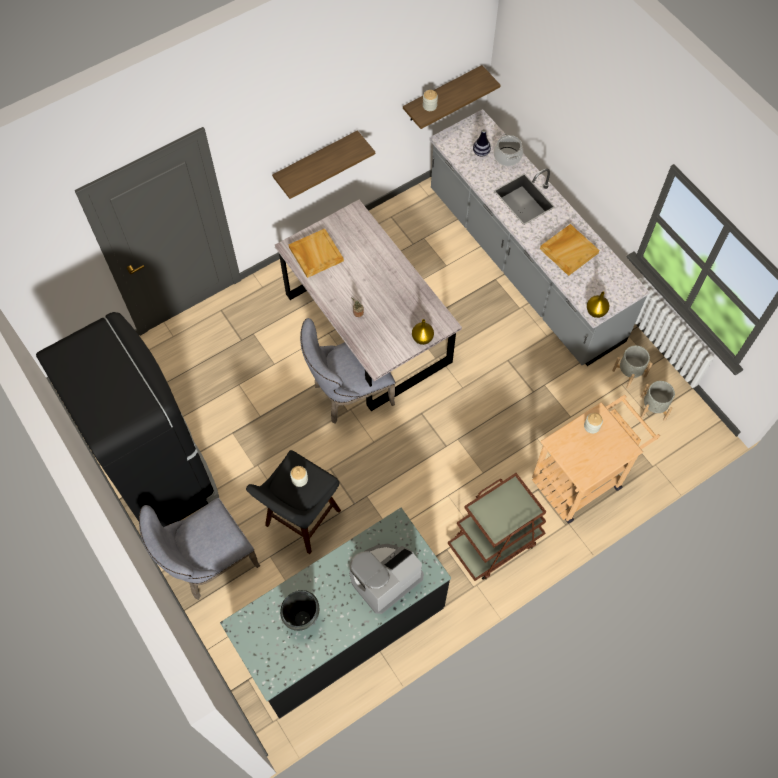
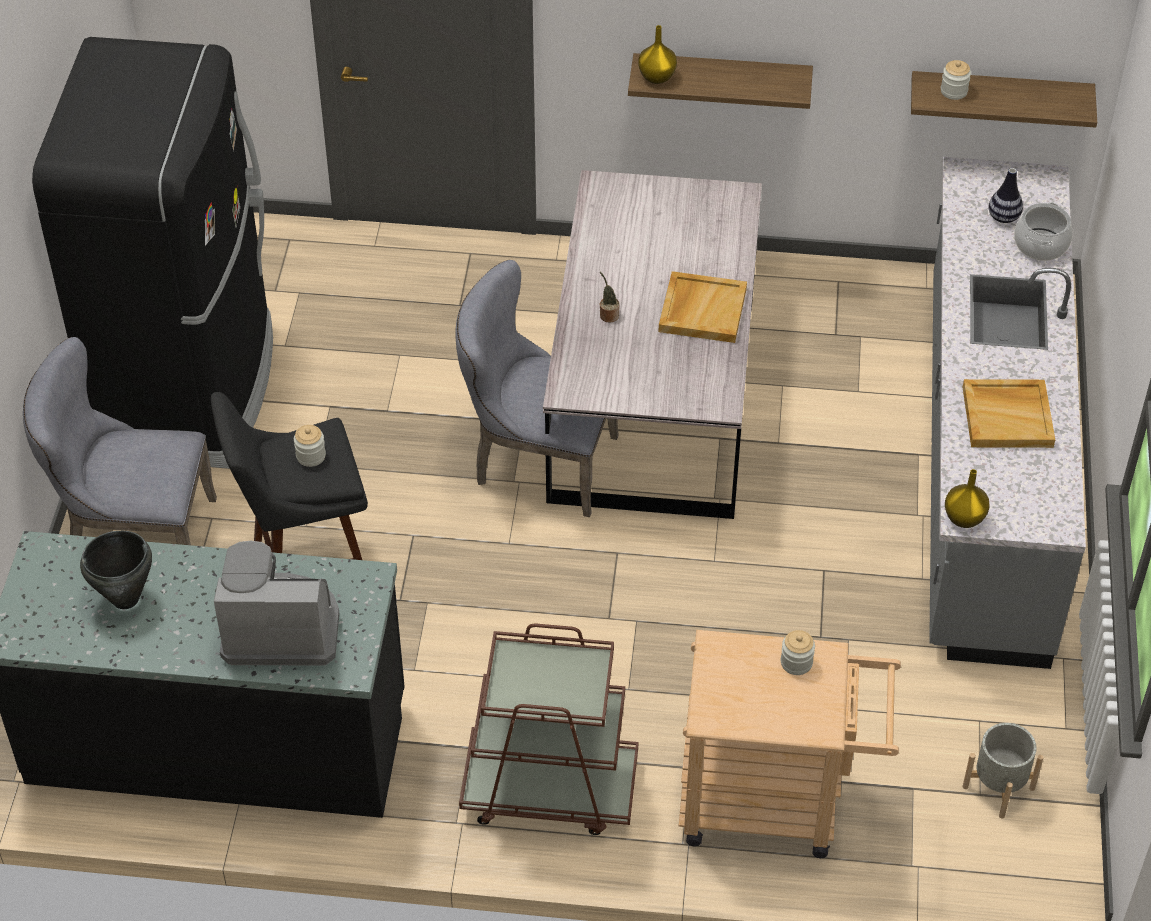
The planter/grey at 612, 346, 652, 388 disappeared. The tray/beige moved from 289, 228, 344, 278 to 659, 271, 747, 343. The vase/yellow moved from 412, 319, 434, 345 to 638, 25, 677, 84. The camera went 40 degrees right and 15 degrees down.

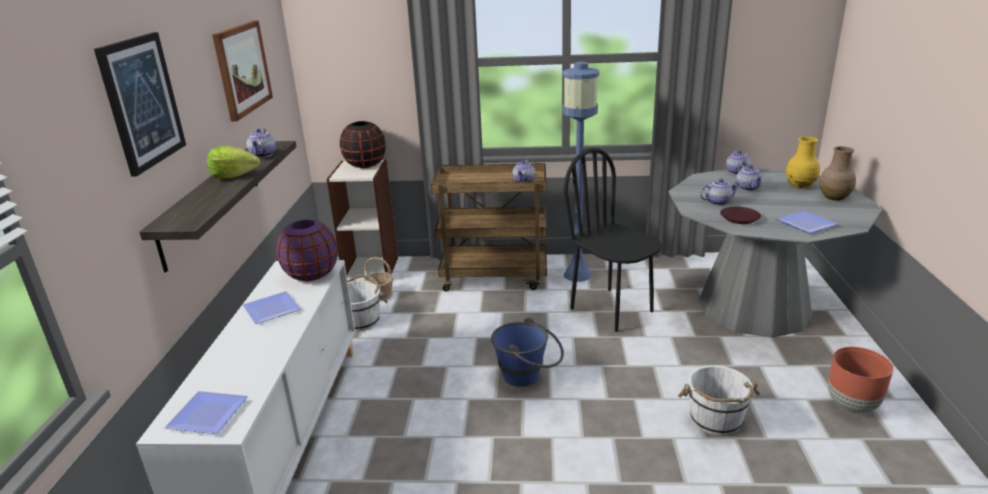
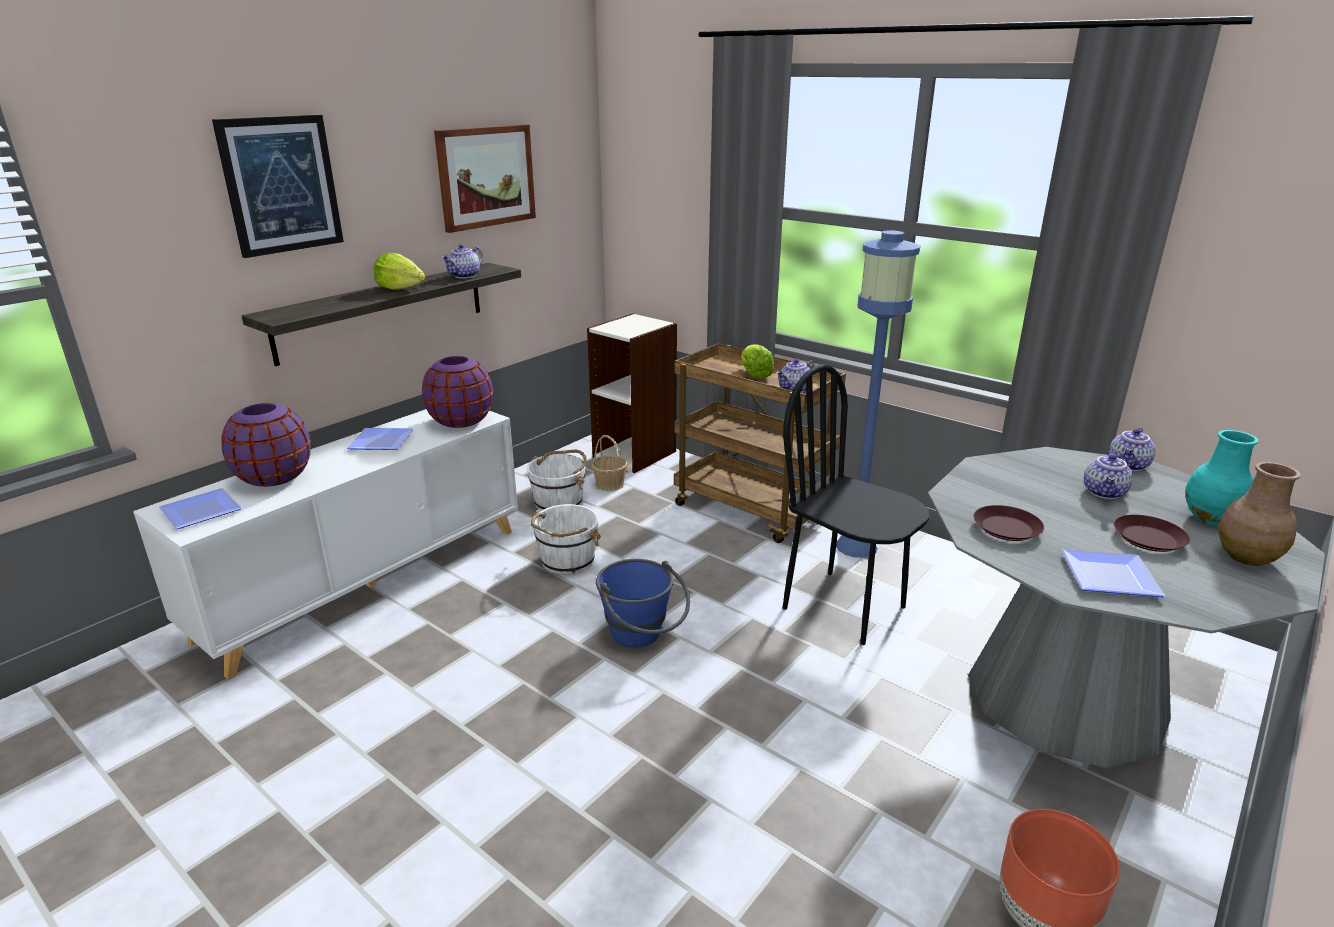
The vase/black at 340, 121, 386, 168 disappeared. The teapot at 700, 178, 739, 205 disappeared. The vase/purple at 221, 403, 311, 487 appeared. The lettuce at 742, 344, 774, 379 appeared. The plate/brown at 1114, 515, 1190, 552 appeared. The bucket/white moved from 678, 365, 760, 436 to 531, 504, 601, 575. The vase/yellow at 786, 137, 820, 189 became the vase/turquoise at 1185, 430, 1259, 526. The chair/black at 564, 148, 662, 332 turned 45 degrees counterclockwise. The camera went 35 degrees right and 0 degrees up.

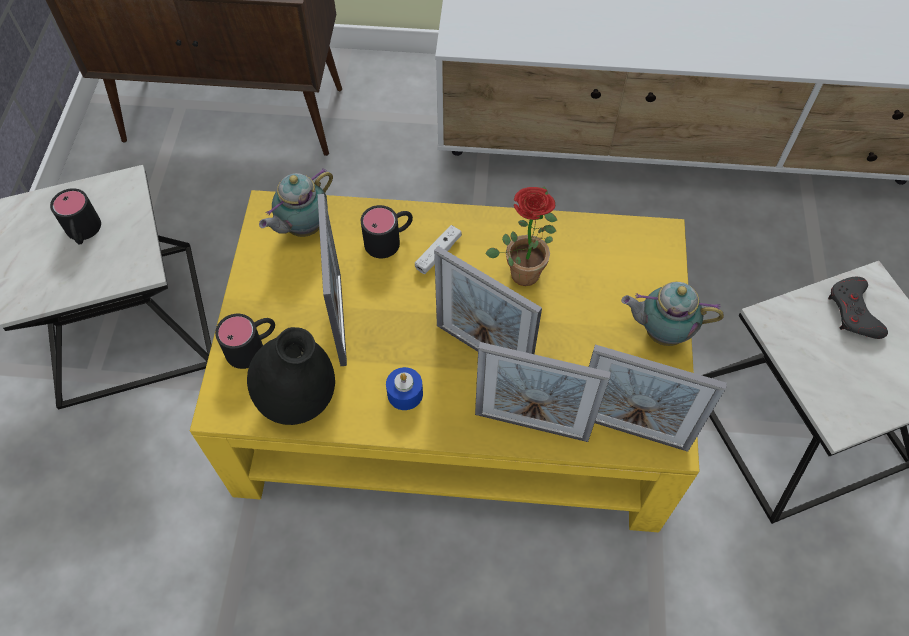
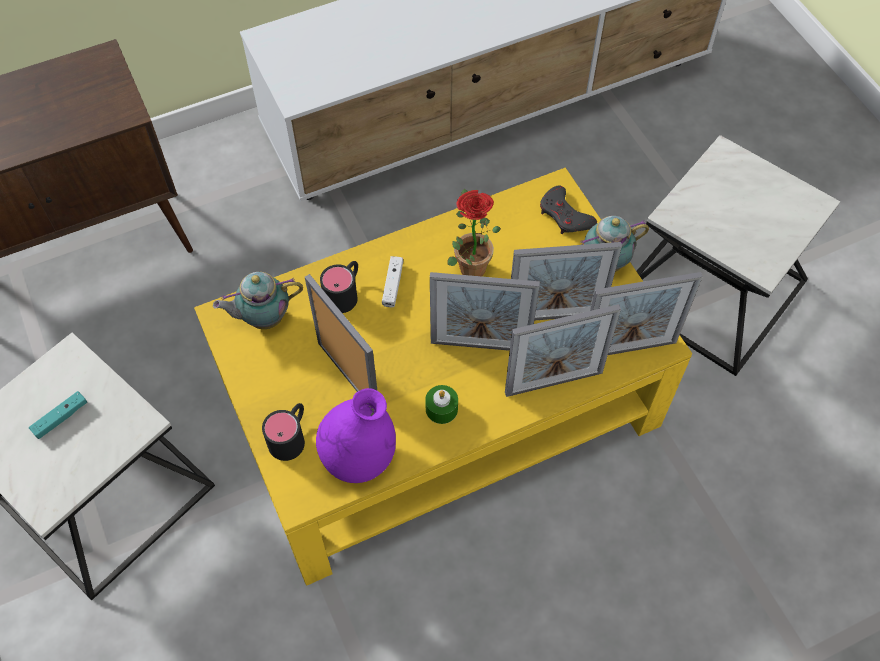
The picture frame at 511, 242, 622, 321 appeared. The game controller/grey moved from 828, 276, 888, 339 to 540, 186, 597, 234. The mug/black at 50, 188, 101, 244 was replaced by the game controller/turquoise at 29, 391, 87, 439. The vase/black at 247, 327, 335, 425 became the vase/purple at 316, 388, 396, 483. The candle/blue at 386, 367, 423, 410 became the candle/green at 425, 385, 458, 424. The teapot at 259, 168, 333, 237 turned 60 degrees clockwise. The camera went 30 degrees left and 0 degrees up.

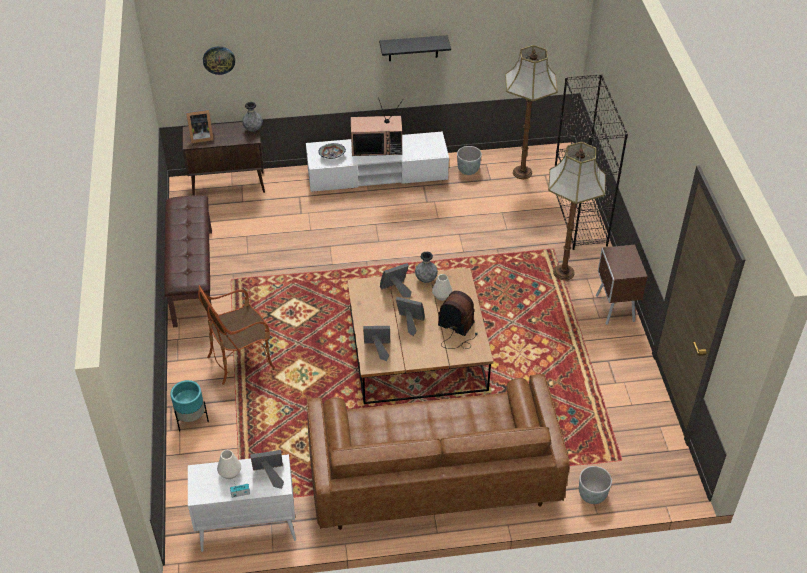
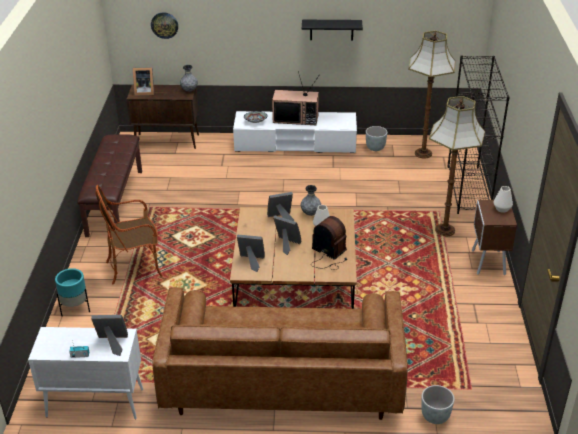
The vase/white moved from 217, 450, 241, 479 to 494, 186, 513, 213. The camera went 10 degrees right and 10 degrees down.

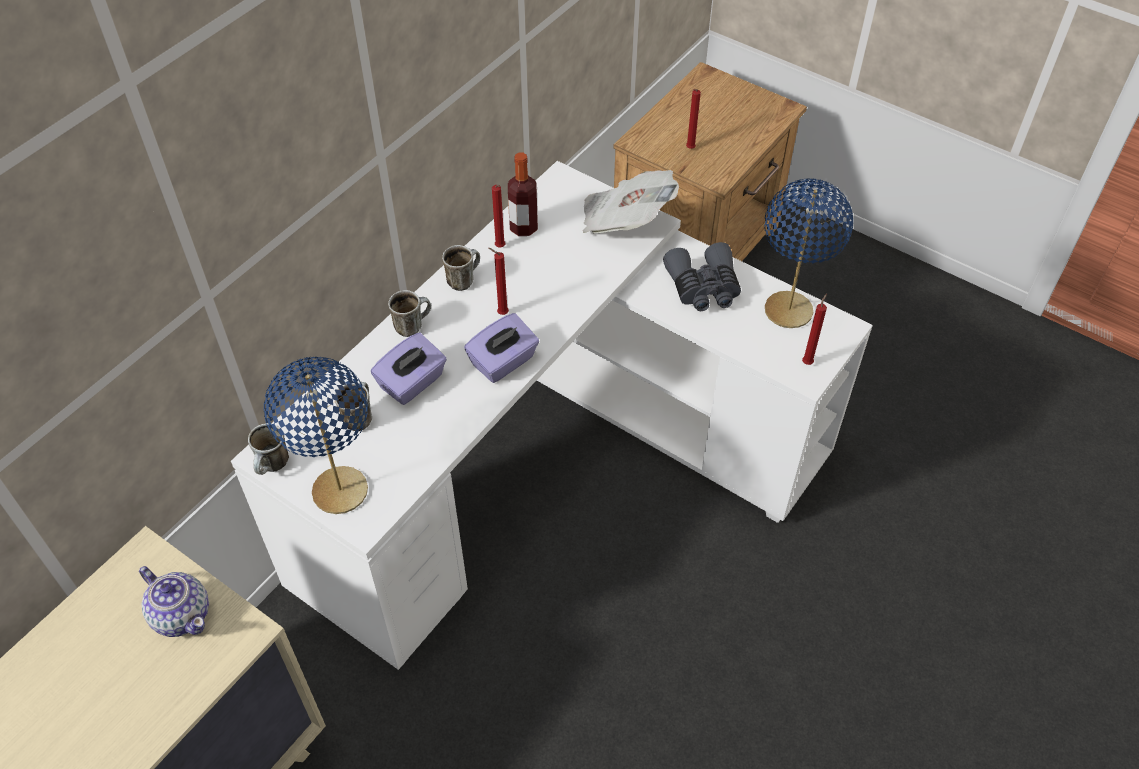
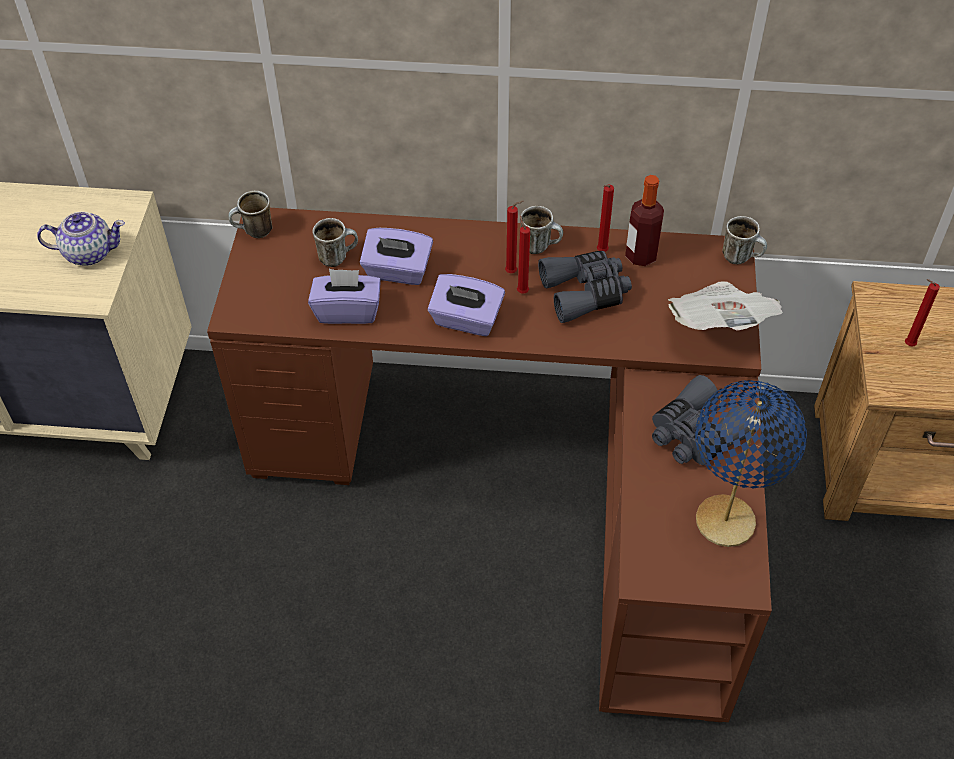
The table lamp/blue at 264, 357, 368, 514 disappeared. The tissue box/purple at 308, 269, 381, 324 appeared. The binoculars/grey at 538, 251, 632, 323 appeared. The mug moved from 388, 290, 431, 337 to 723, 216, 767, 264. The candle/red moved from 802, 293, 827, 365 to 505, 201, 523, 273. The desk/white at 231, 161, 873, 670 became the desk/brown at 207, 208, 772, 722. The teapot at 139, 566, 209, 637 turned 105 degrees counterclockwise. The camera went 60 degrees right and 0 degrees up.

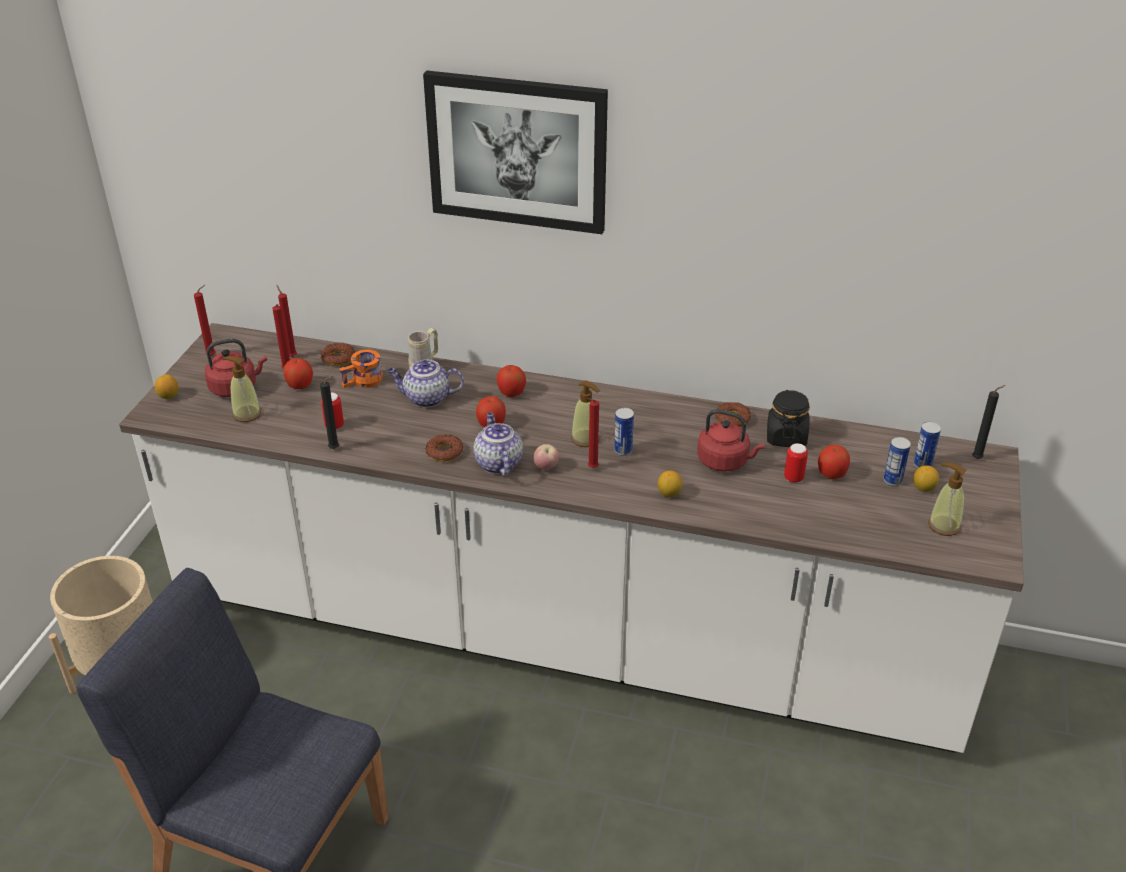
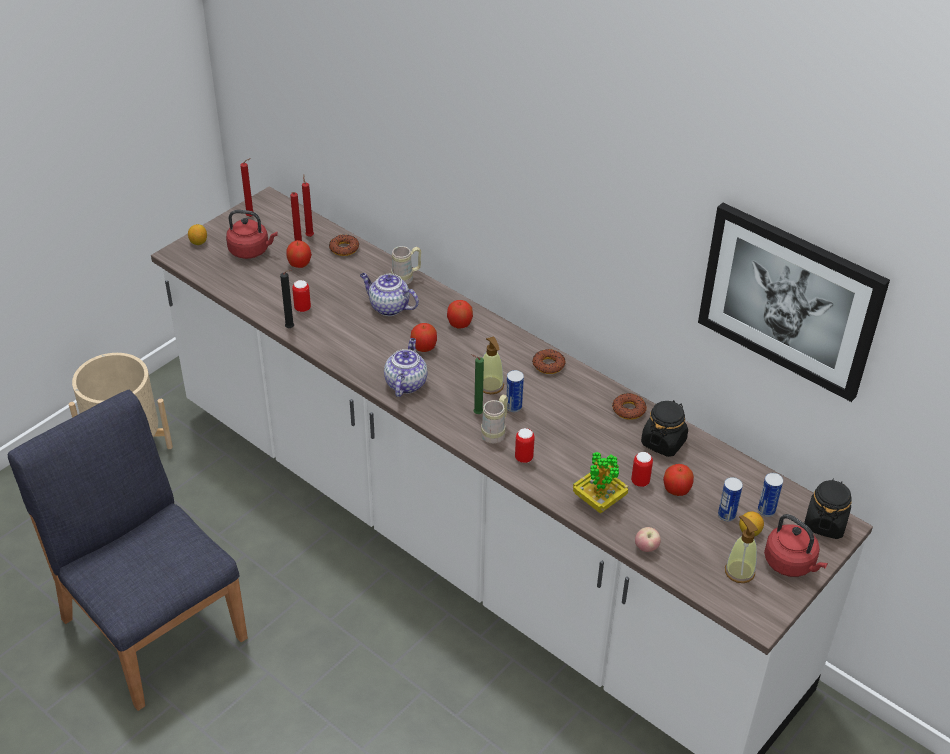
The soap dispenser at 222, 356, 261, 422 disappeared. The mug/orange at 339, 350, 383, 388 disappeared. The mug/beige at 481, 395, 508, 443 appeared. The potted plant at 573, 452, 628, 514 appeared. The picture moved from 423, 71, 608, 234 to 698, 203, 890, 402. The donut moved from 426, 434, 463, 462 to 533, 349, 566, 374. The apple moved from 533, 444, 559, 470 to 635, 527, 661, 552. The kettle/red moved from 697, 409, 765, 472 to 764, 514, 828, 577. The lemon at 658, 470, 682, 497 was replaced by the can at 515, 428, 535, 463. The candle/black at 972, 385, 1006, 459 was replaced by the jar/black at 804, 479, 852, 539. The candle/red at 586, 398, 599, 468 became the candle/green at 471, 354, 484, 414. The camera went 25 degrees right and 5 degrees up.

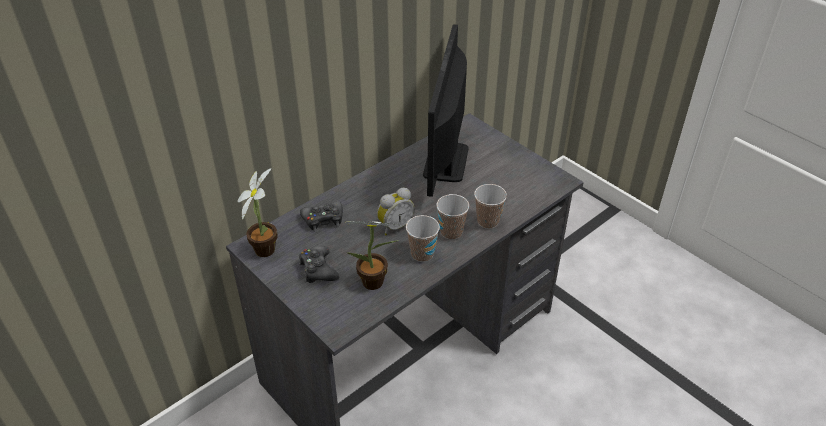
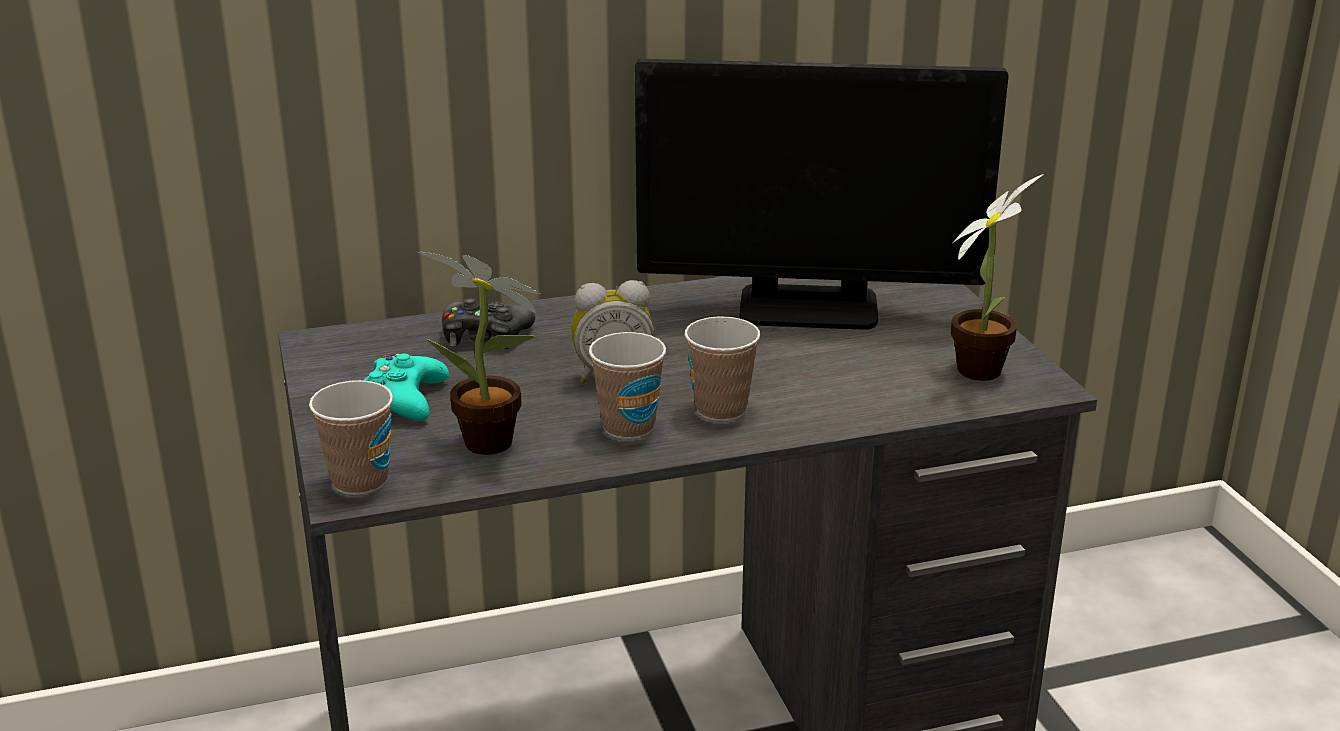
The potted plant moved from 237, 169, 278, 257 to 950, 174, 1044, 381. The cup moved from 474, 184, 507, 229 to 309, 380, 393, 495. The game controller/black at 299, 246, 339, 283 became the game controller/turquoise at 363, 354, 449, 421. The monitor at 423, 24, 469, 197 turned 120 degrees counterclockwise. The camera went 25 degrees right and 15 degrees down.

